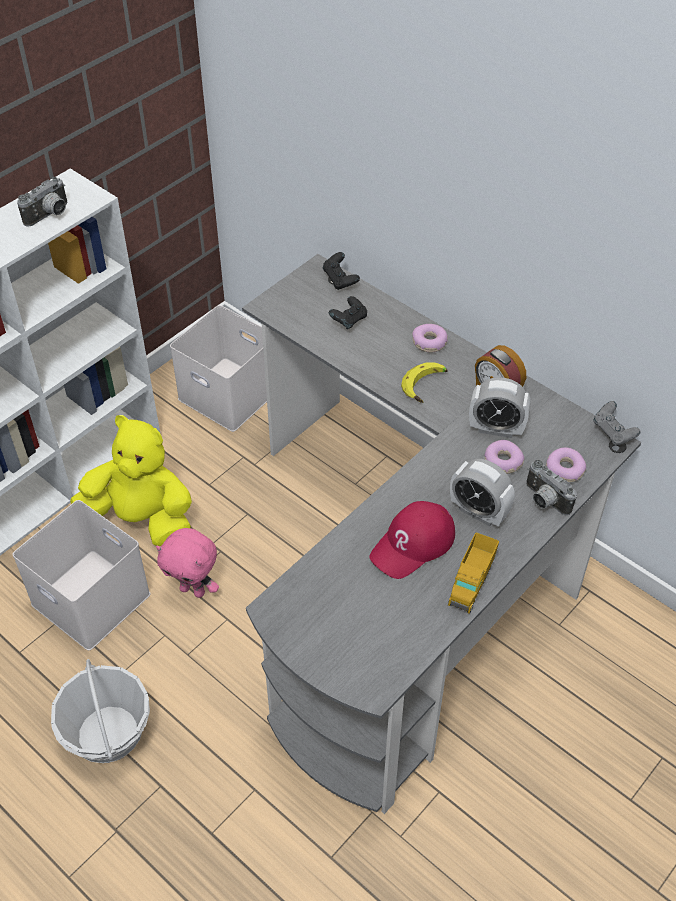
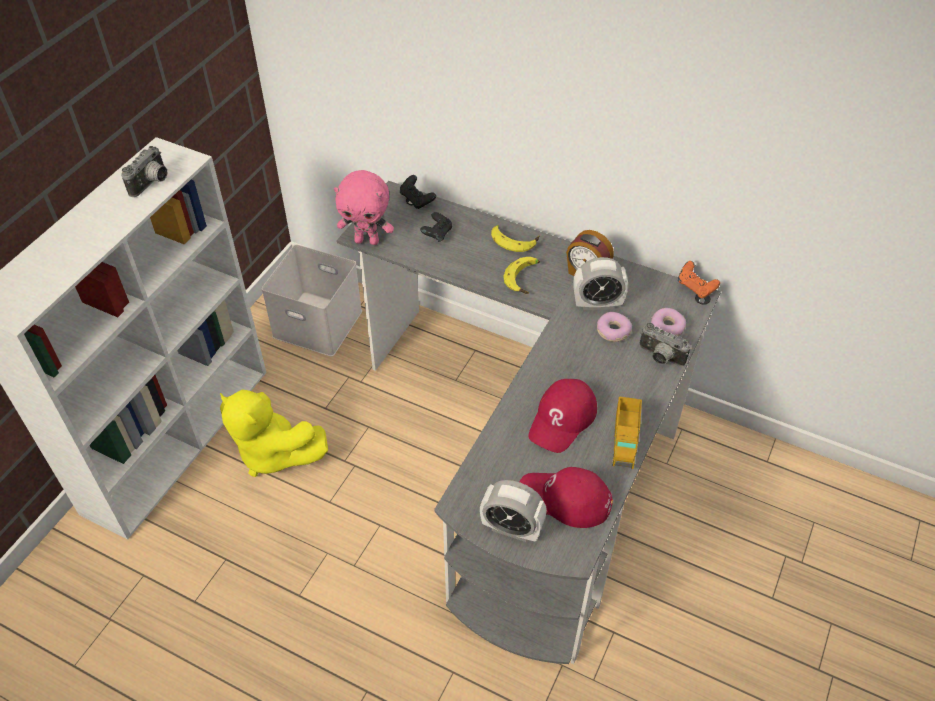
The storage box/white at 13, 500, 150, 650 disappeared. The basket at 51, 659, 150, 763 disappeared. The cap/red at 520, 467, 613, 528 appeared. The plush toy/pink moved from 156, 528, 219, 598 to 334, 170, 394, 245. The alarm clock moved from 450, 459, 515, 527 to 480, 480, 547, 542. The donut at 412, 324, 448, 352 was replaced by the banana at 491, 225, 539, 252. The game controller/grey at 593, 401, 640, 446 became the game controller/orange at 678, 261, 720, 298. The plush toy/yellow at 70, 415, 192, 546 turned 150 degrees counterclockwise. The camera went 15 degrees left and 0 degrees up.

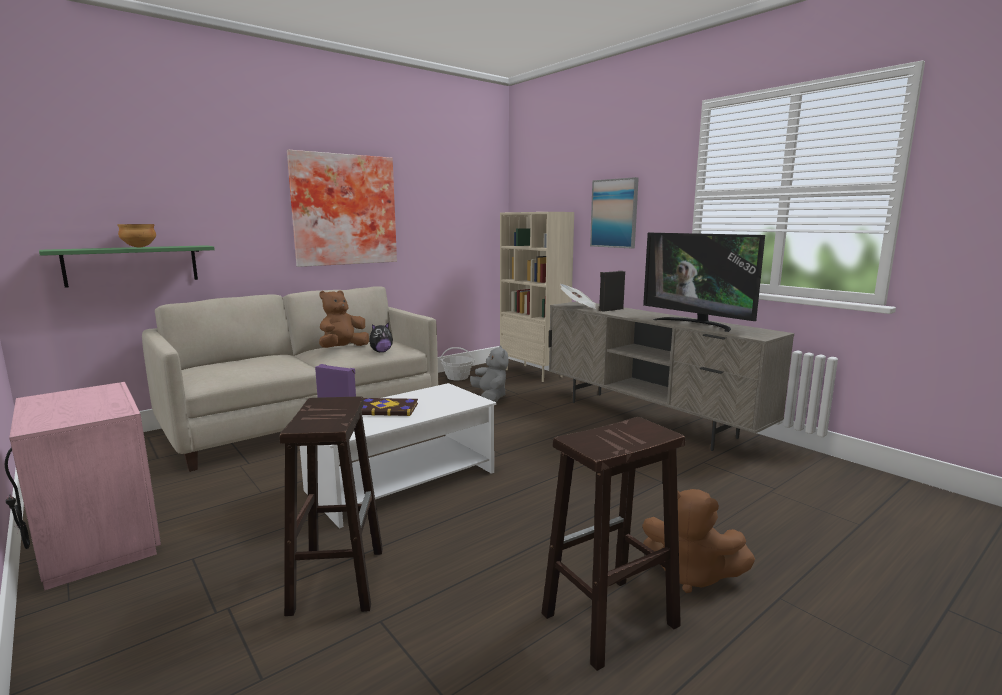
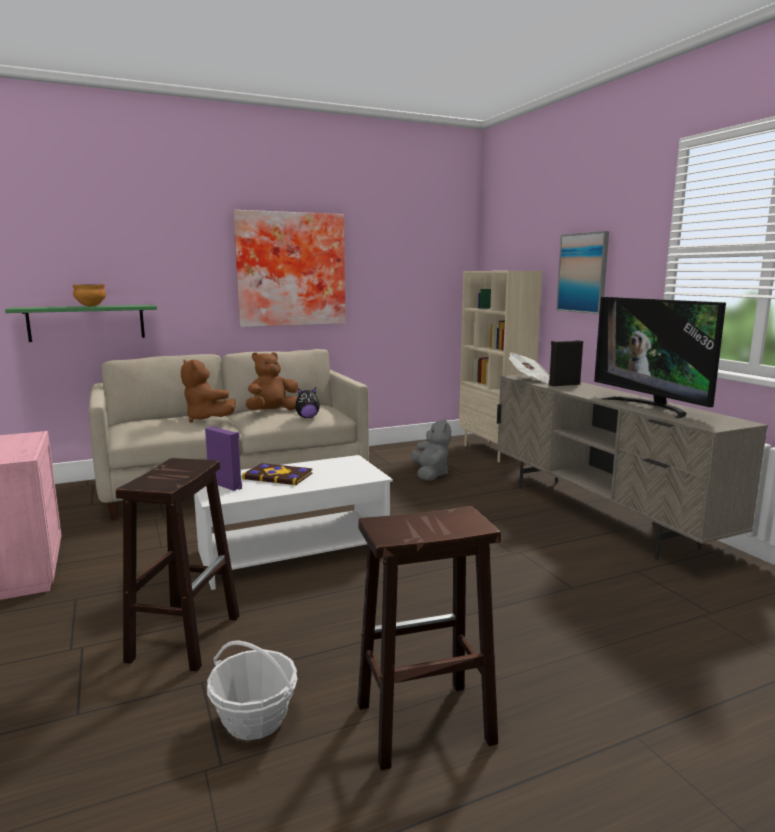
The basket moved from 440, 347, 475, 380 to 207, 641, 298, 740. The plush toy/brown moved from 642, 489, 755, 593 to 181, 359, 236, 423. The camera went 15 degrees right and 0 degrees up.

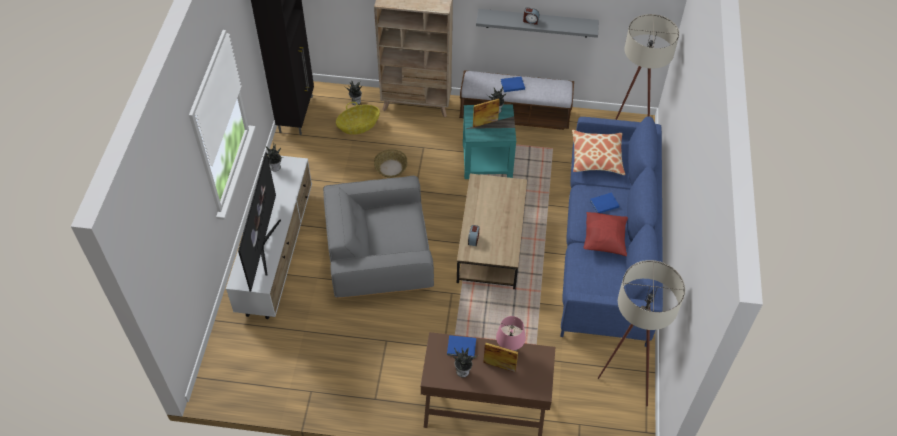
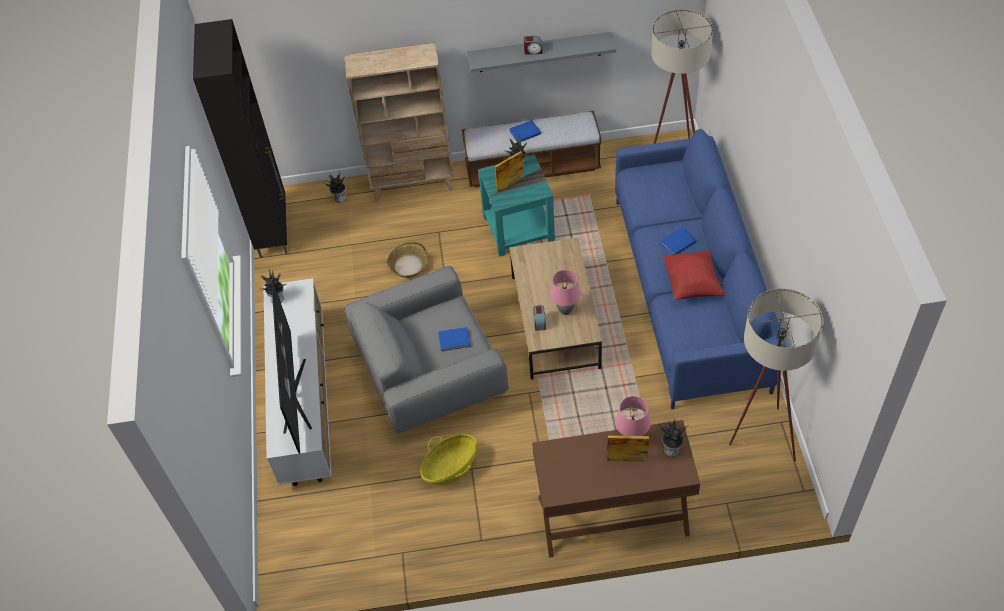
The pillow at 572, 130, 625, 175 disappeared. The table lamp/pink at 550, 270, 581, 315 appeared. The basket moved from 336, 102, 380, 135 to 420, 434, 477, 485. The book/blue moved from 447, 335, 476, 358 to 438, 327, 470, 351. The potted plant moved from 453, 348, 478, 377 to 659, 420, 689, 457. The camera went 10 degrees left and 0 degrees up.

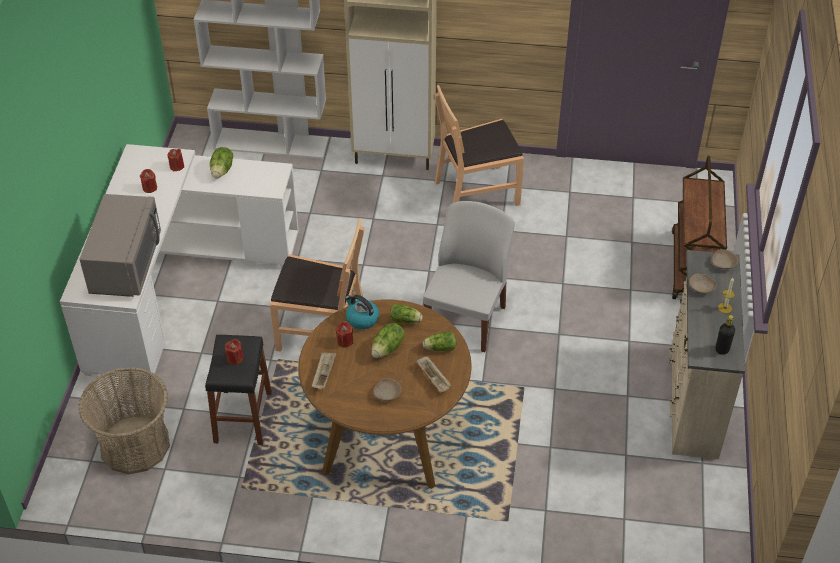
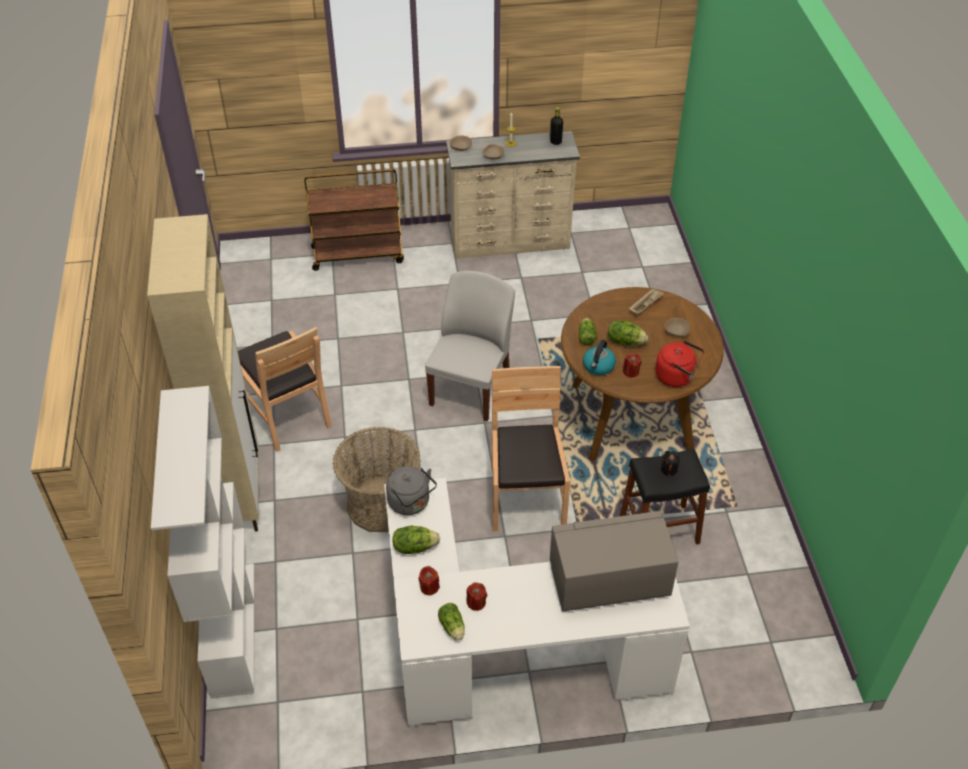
The kettle/grey at 386, 466, 437, 515 appeared. The basket moved from 79, 367, 170, 474 to 333, 427, 421, 532. The lettuce moved from 423, 332, 456, 351 to 438, 603, 465, 640. The tray/beige at 312, 352, 337, 389 was replaced by the kettle/red at 655, 340, 704, 387. The candle/red at 225, 339, 243, 365 became the candle/black at 661, 451, 680, 476. The chair/white at 423, 201, 515, 352 turned 105 degrees clockwise. The camera went 105 degrees left and 0 degrees up.

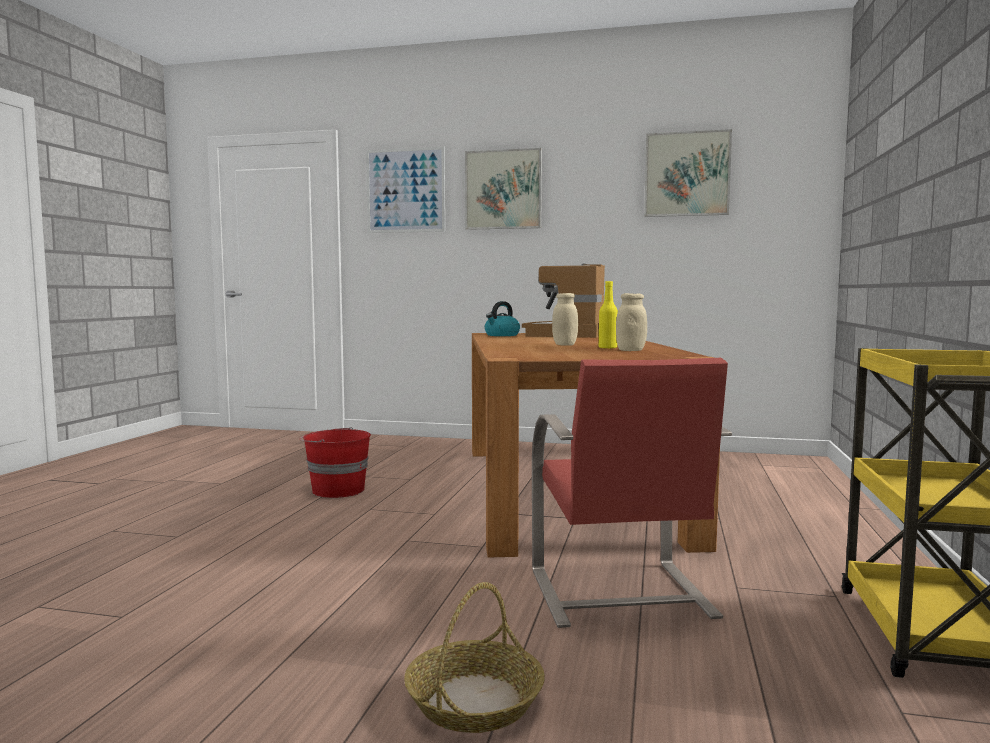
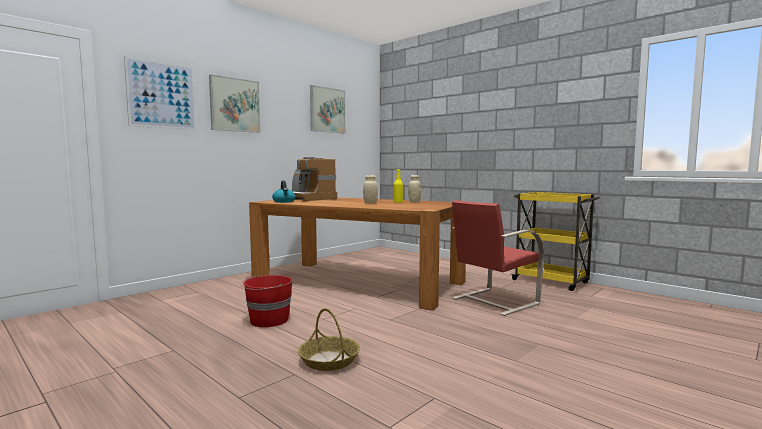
The basket moved from 404, 582, 545, 733 to 298, 308, 360, 371. The chair/red at 532, 358, 732, 628 turned 120 degrees clockwise. The camera went 60 degrees left and 0 degrees up.

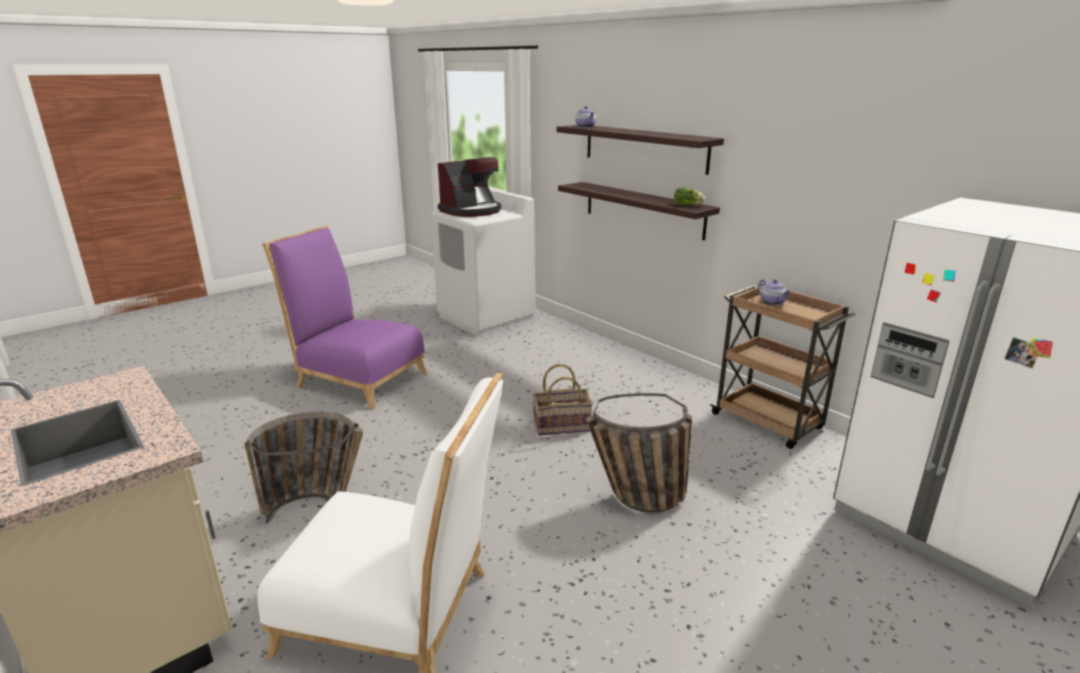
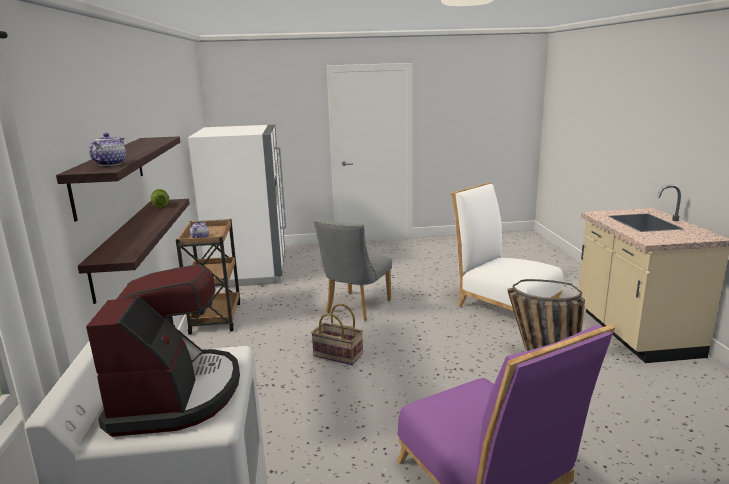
The basket at 585, 393, 692, 513 was replaced by the chair/grey at 314, 218, 392, 321. The coffee machine at 438, 157, 501, 217 turned 90 degrees clockwise. The camera went 145 degrees left and 5 degrees down.

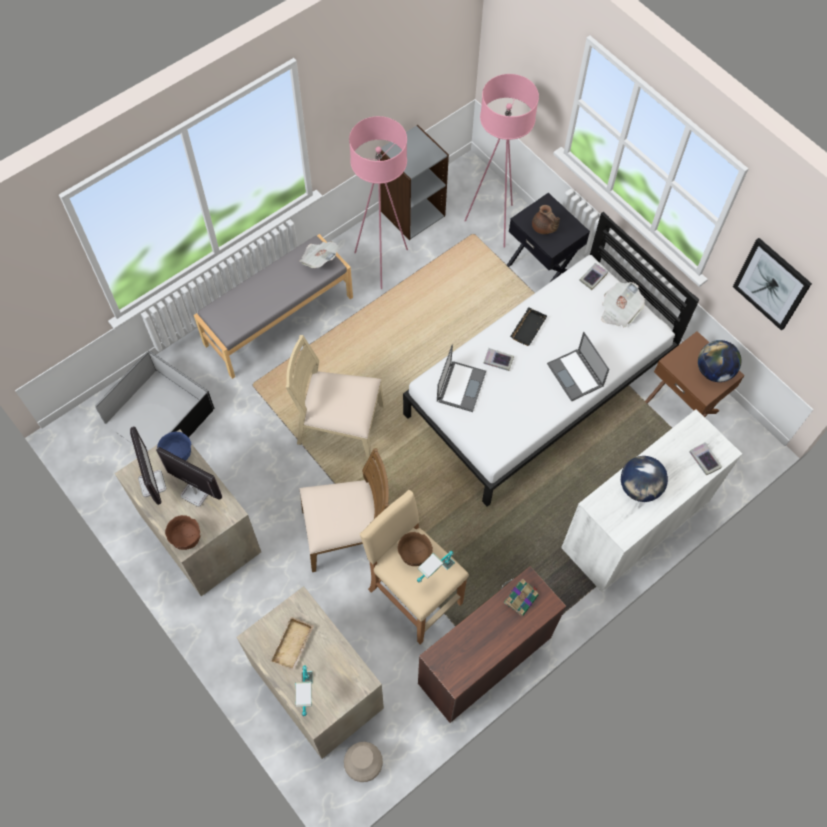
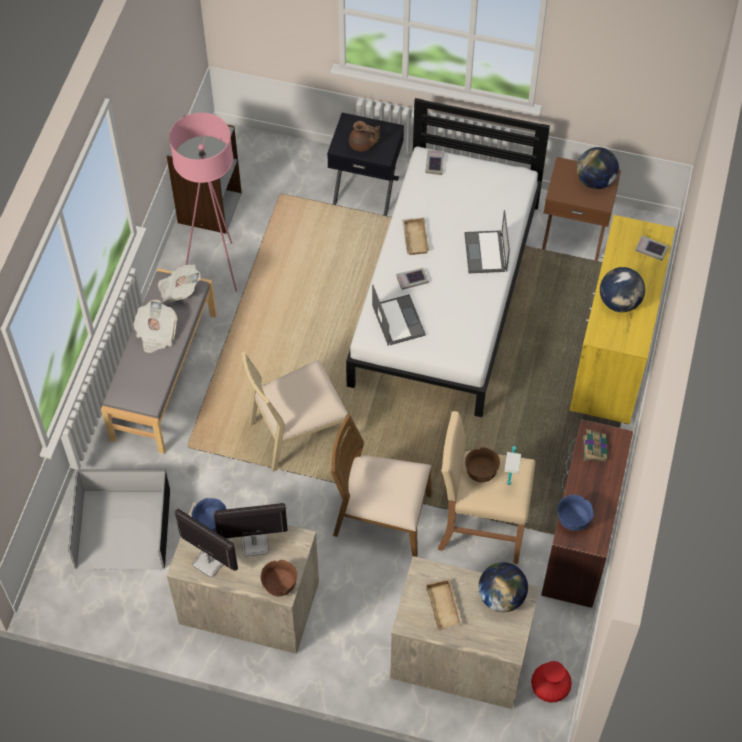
The table lamp at 296, 665, 313, 716 disappeared. The floor lamp/pink at 464, 74, 539, 248 disappeared. The picture at 733, 238, 812, 331 disappeared. The globe at 478, 562, 528, 612 appeared. The bowl/blue at 557, 495, 594, 531 appeared. The newspaper moved from 601, 282, 645, 327 to 133, 300, 177, 353. The vase/beige at 344, 742, 383, 782 became the vase/red at 531, 661, 572, 703. The tray/black at 510, 307, 547, 346 became the tray/beige at 402, 218, 429, 255. The cabinet/white at 561, 409, 742, 592 became the cabinet/yellow at 570, 215, 675, 425. The chair/brown at 299, 448, 389, 572 turned 120 degrees counterclockwise. The laptop at 547, 332, 610, 402 turned 60 degrees clockwise. The camera went 35 degrees left and 5 degrees down.

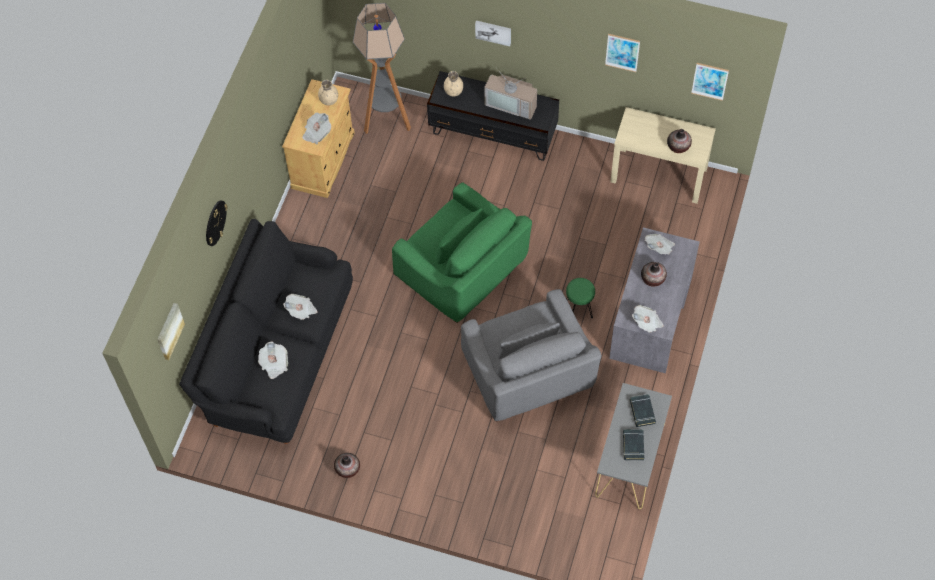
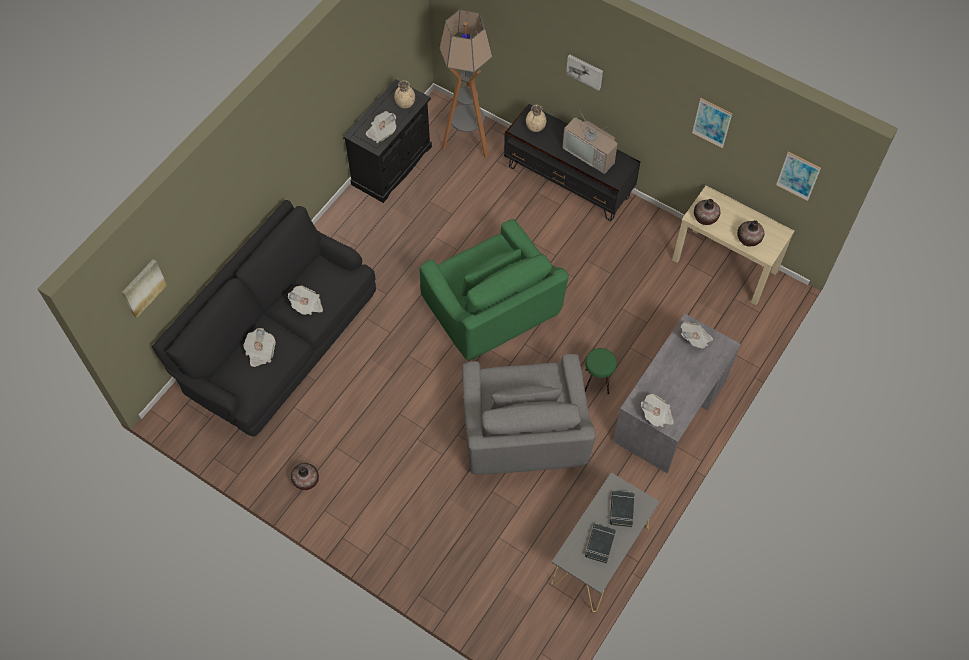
The wall clock at 206, 200, 228, 246 disappeared. The vase moved from 641, 262, 667, 287 to 694, 199, 720, 225. The cabinet/beige at 282, 79, 355, 198 became the cabinet/black at 343, 79, 432, 203. The camera went 15 degrees right and 0 degrees up.

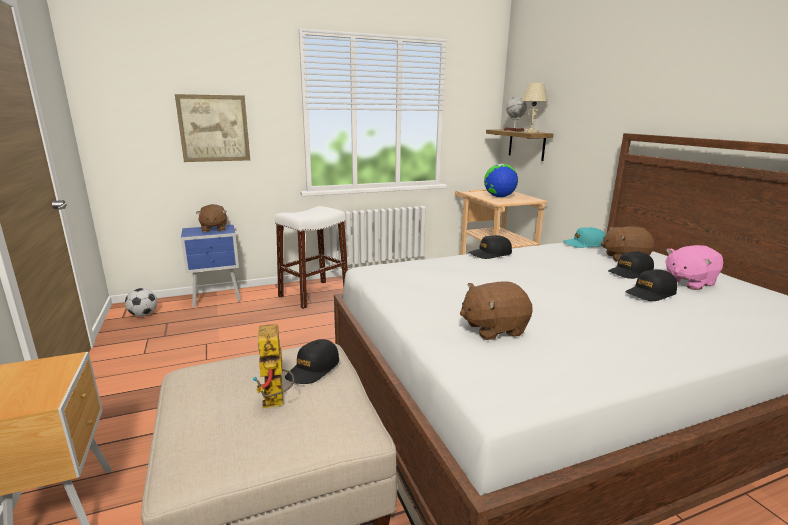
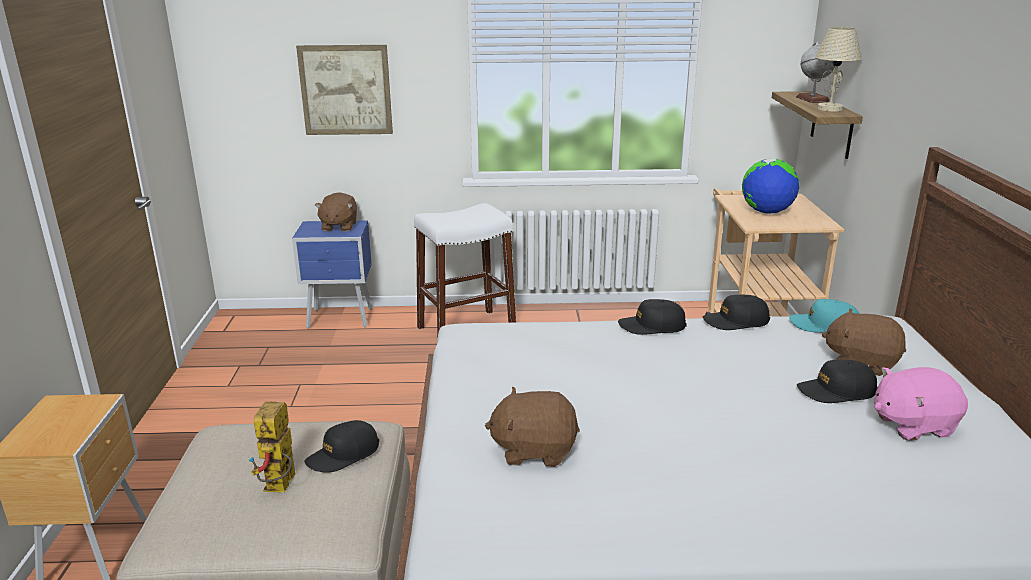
The football at 125, 288, 157, 316 disappeared. The cap/black moved from 625, 269, 677, 301 to 703, 294, 770, 330. The camera went 20 degrees right and 5 degrees up.

